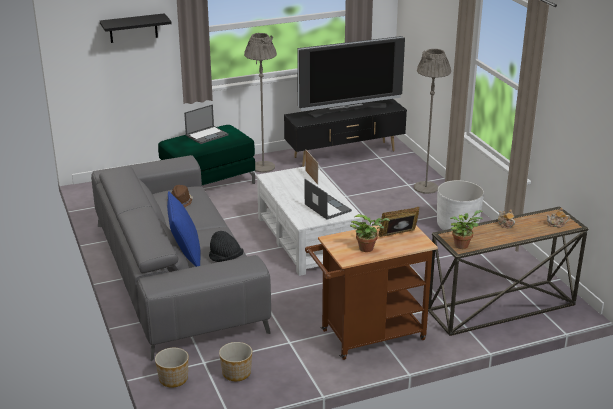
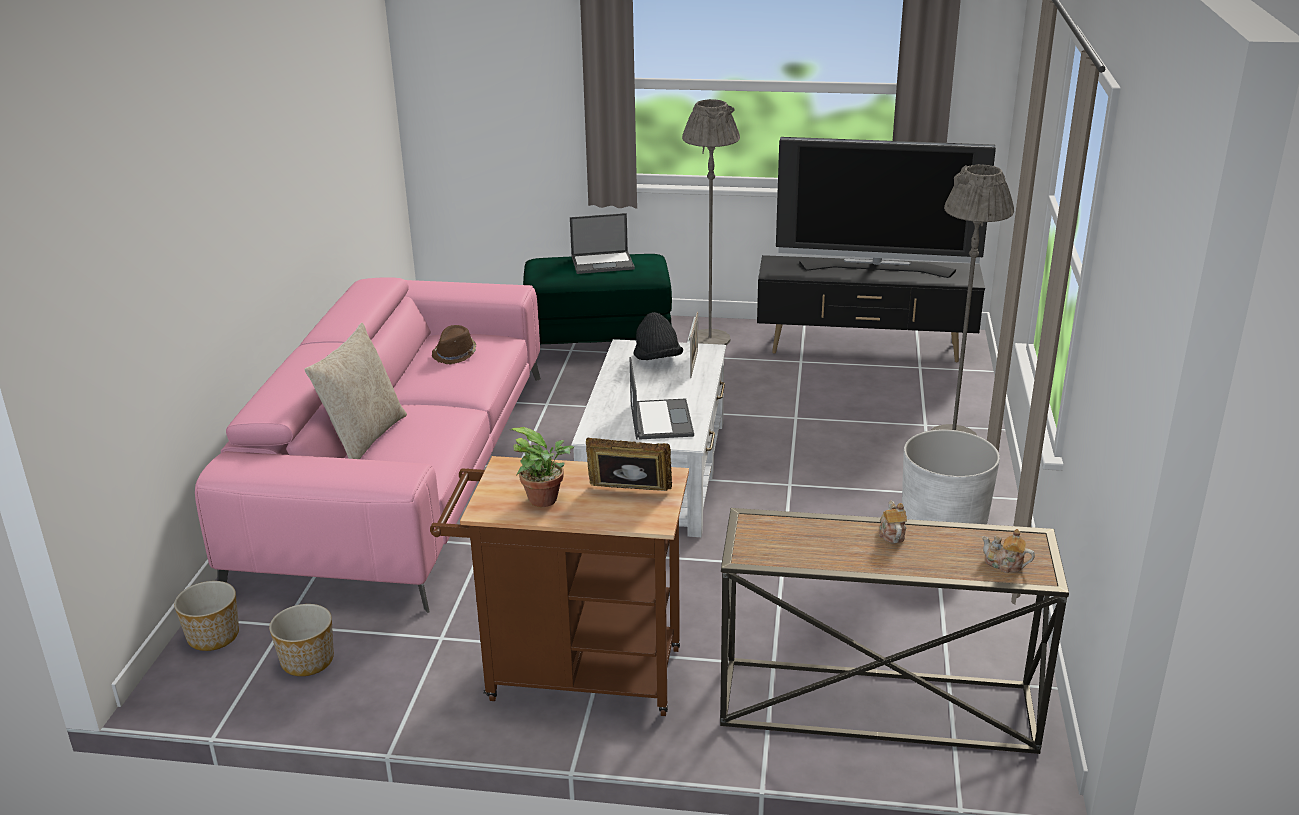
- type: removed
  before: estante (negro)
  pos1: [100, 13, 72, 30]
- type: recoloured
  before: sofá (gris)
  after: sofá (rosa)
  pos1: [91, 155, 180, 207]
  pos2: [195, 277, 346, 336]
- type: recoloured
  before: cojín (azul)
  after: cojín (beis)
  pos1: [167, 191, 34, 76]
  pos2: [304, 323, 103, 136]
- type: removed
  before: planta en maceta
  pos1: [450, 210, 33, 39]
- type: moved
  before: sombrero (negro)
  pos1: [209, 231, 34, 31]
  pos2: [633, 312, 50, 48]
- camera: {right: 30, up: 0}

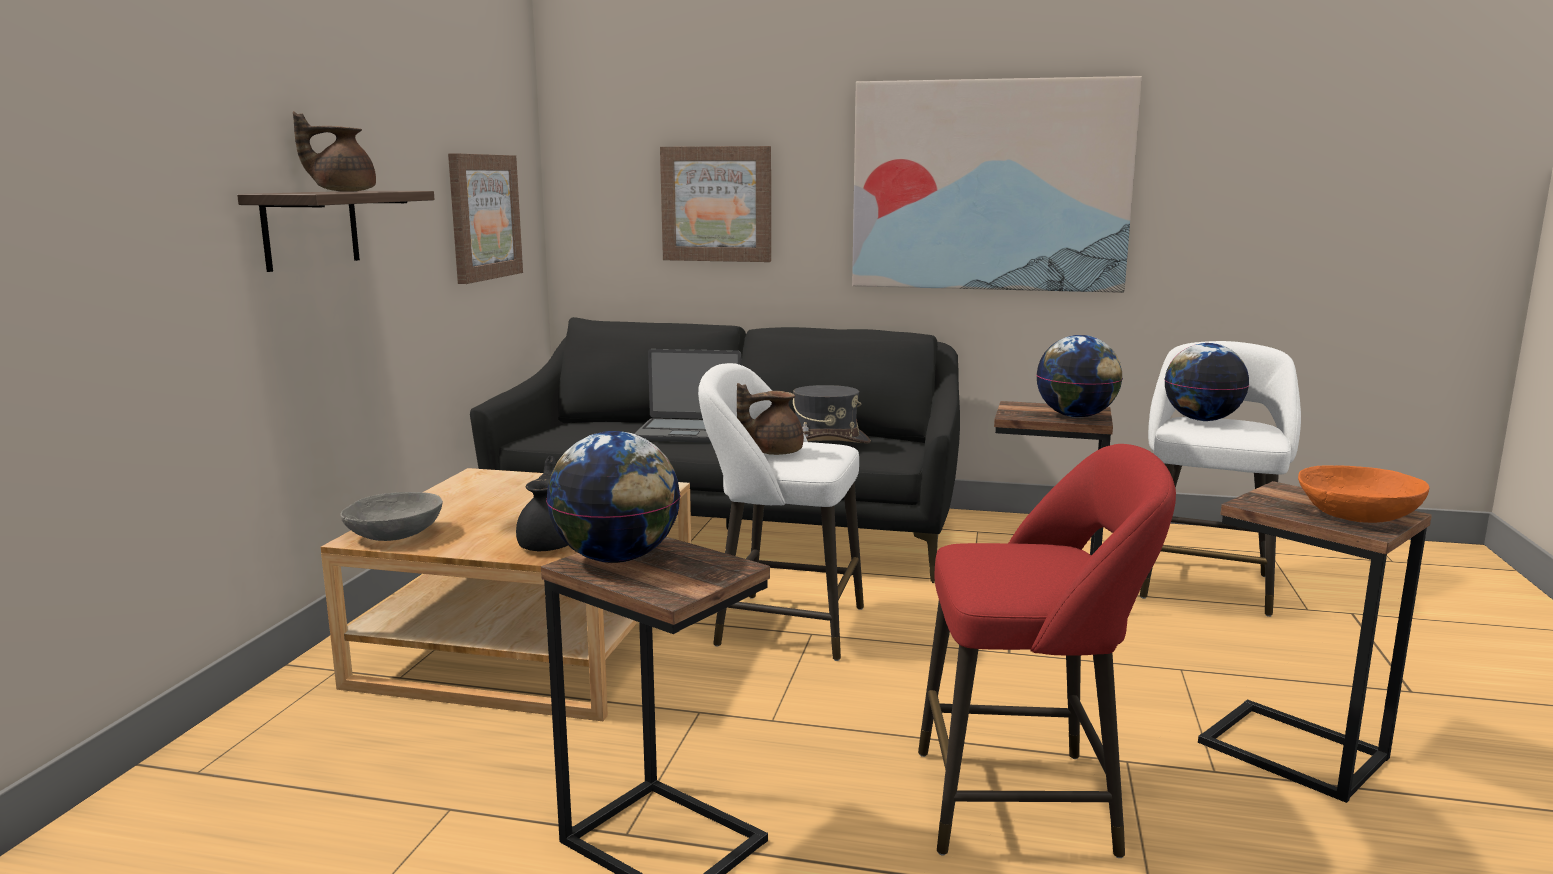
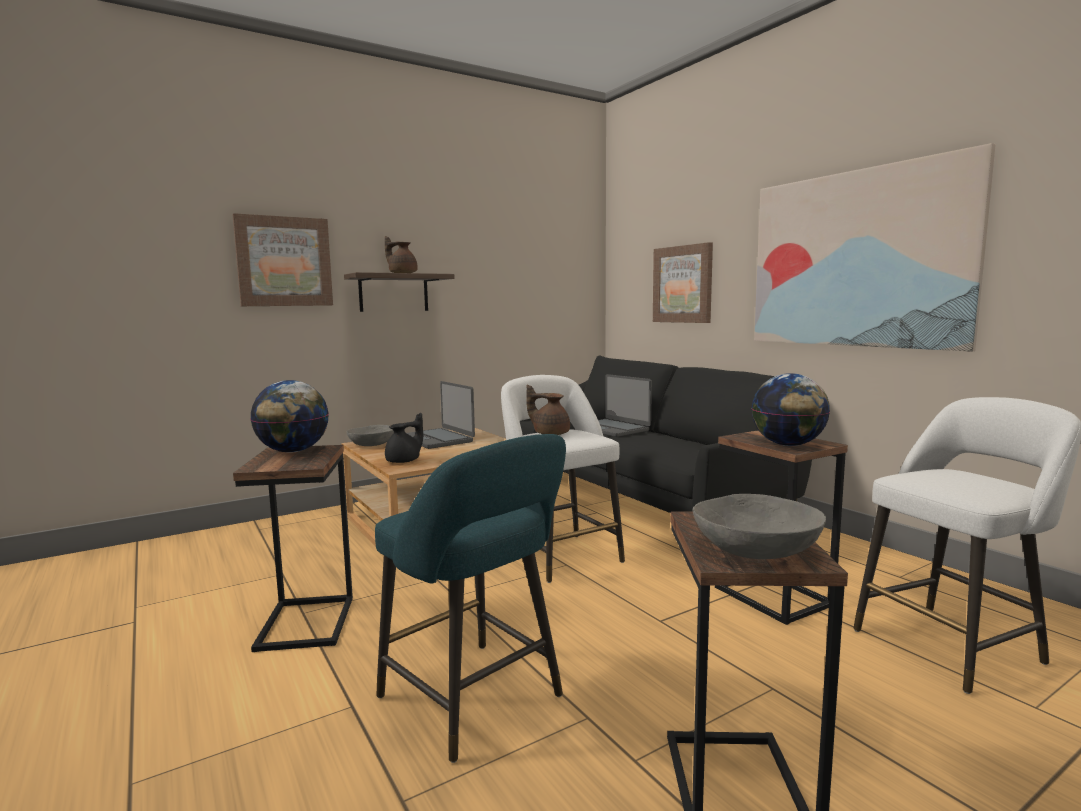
- type: moved
  before: cuadro
  pos1: [448, 153, 75, 131]
  pos2: [232, 213, 101, 93]
- type: removed
  before: globo terráqueo
  pos1: [1164, 343, 85, 78]
- type: removed
  before: sombrero (gris)
  pos1: [793, 385, 78, 59]
- type: recoloured
  before: taburete (rojo)
  after: taburete (turquesa)
  pos1: [918, 444, 258, 414]
  pos2: [375, 434, 191, 329]
- type: recoloured
  before: cuenco (naranja)
  after: cuenco (gris)
  pos1: [1298, 466, 131, 57]
  pos2: [693, 494, 133, 65]
- type: added
  after: portátil
  pos2: [406, 381, 69, 68]
- camera: {right: 45, up: -5}

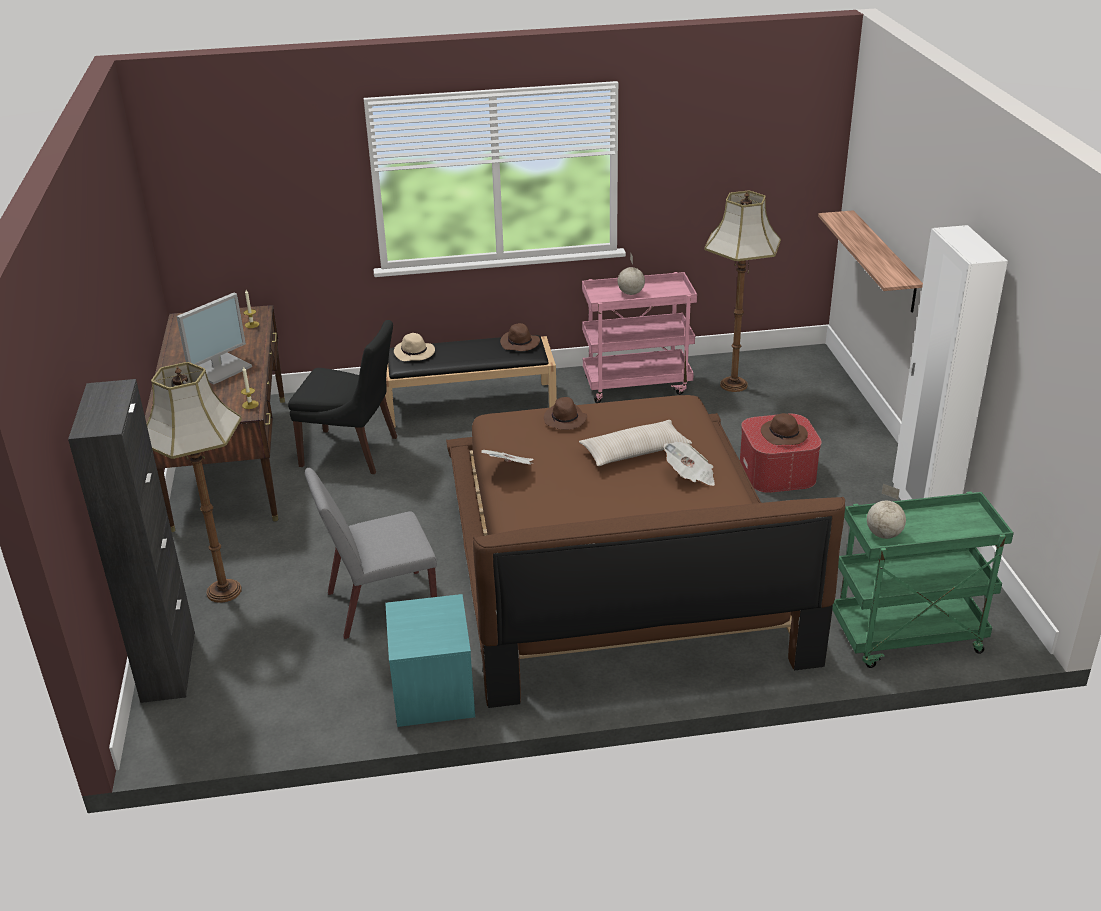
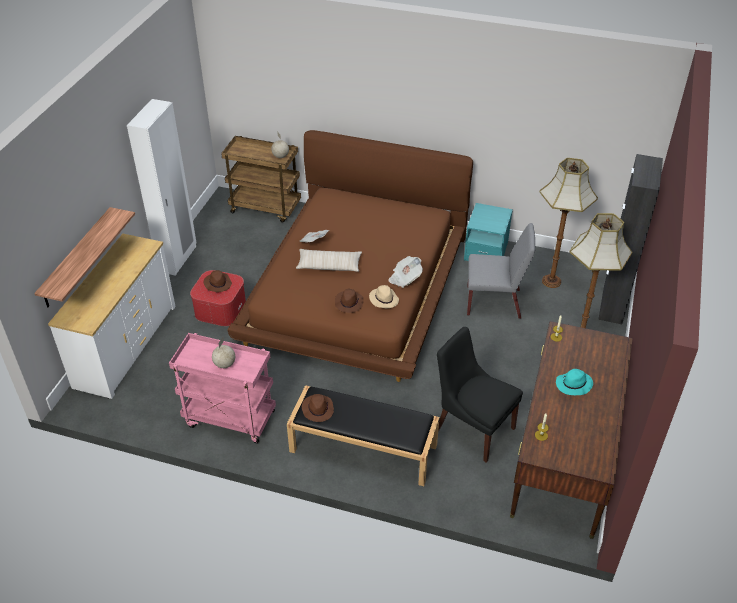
- type: moved
  before: lámpara de pie
  pos1: [704, 191, 77, 201]
  pos2: [540, 158, 58, 130]
- type: replaced
  before: monitor
  after: sombrero (turquesa)
  pos1: [177, 293, 75, 92]
  pos2: [556, 369, 37, 26]
- type: moved
  before: sombrero (beis)
  pos1: [394, 333, 41, 28]
  pos2: [369, 285, 30, 23]
- type: recoloured
  before: carrito (verde)
  after: carrito (marrón)
  pos1: [832, 491, 182, 177]
  pos2: [221, 136, 80, 87]
- type: added
  after: cómoda (blanco)
  pos2: [48, 234, 128, 165]
- camera: {right: -155, up: 10}

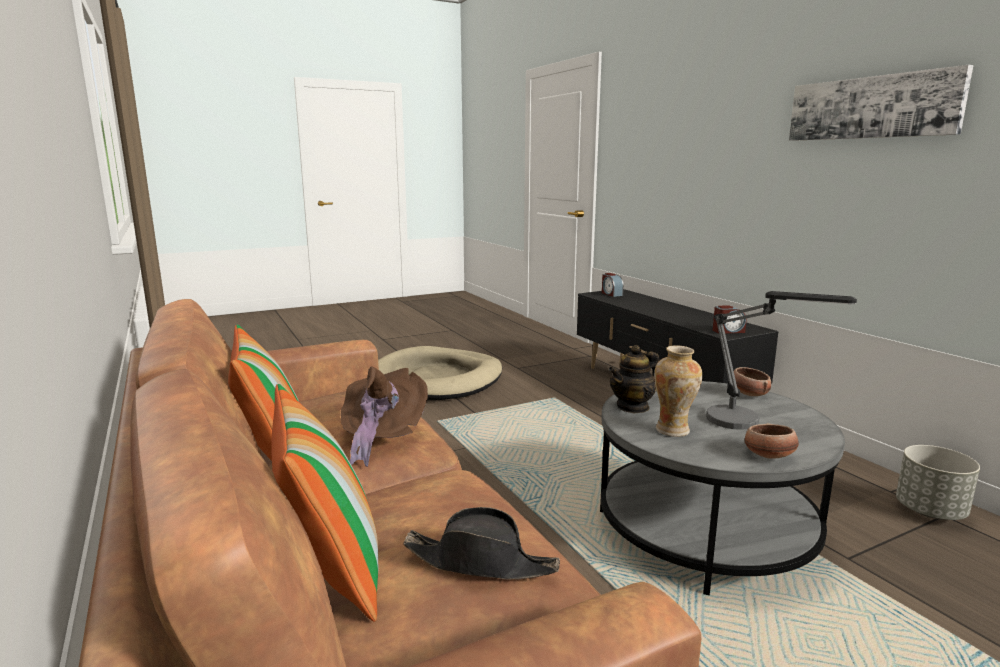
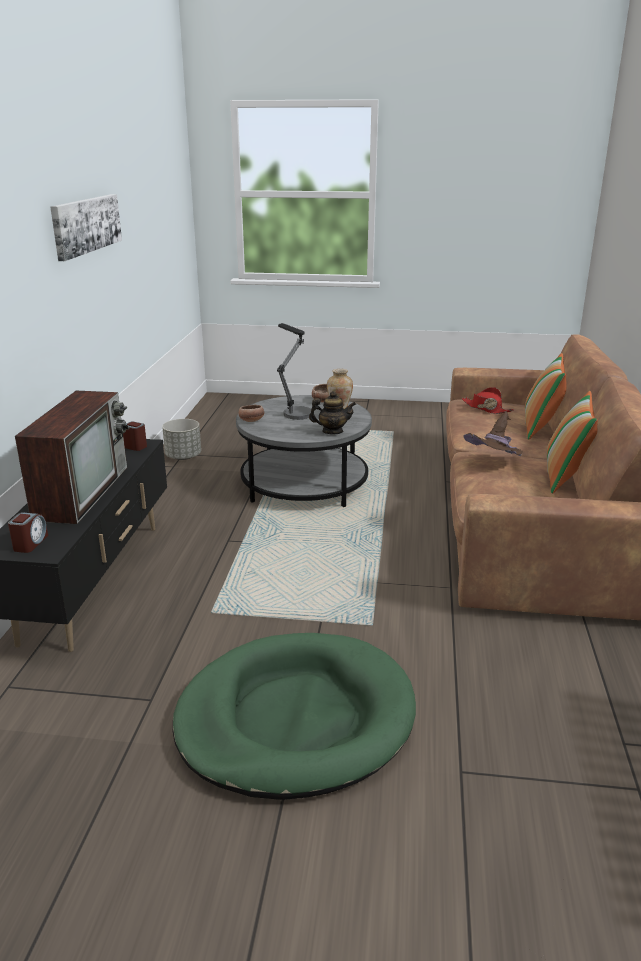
- type: recoloured
  before: cama para perro (beis)
  after: cama para perro (verde)
  pos1: [378, 346, 124, 54]
  pos2: [173, 633, 243, 167]
- type: recoloured
  before: sombrero (negro)
  after: sombrero (rojo)
  pos1: [403, 507, 157, 72]
  pos2: [462, 387, 52, 27]
- type: added
  after: televisor
  pos2: [15, 391, 114, 133]
- camera: {right: -145, up: 10}

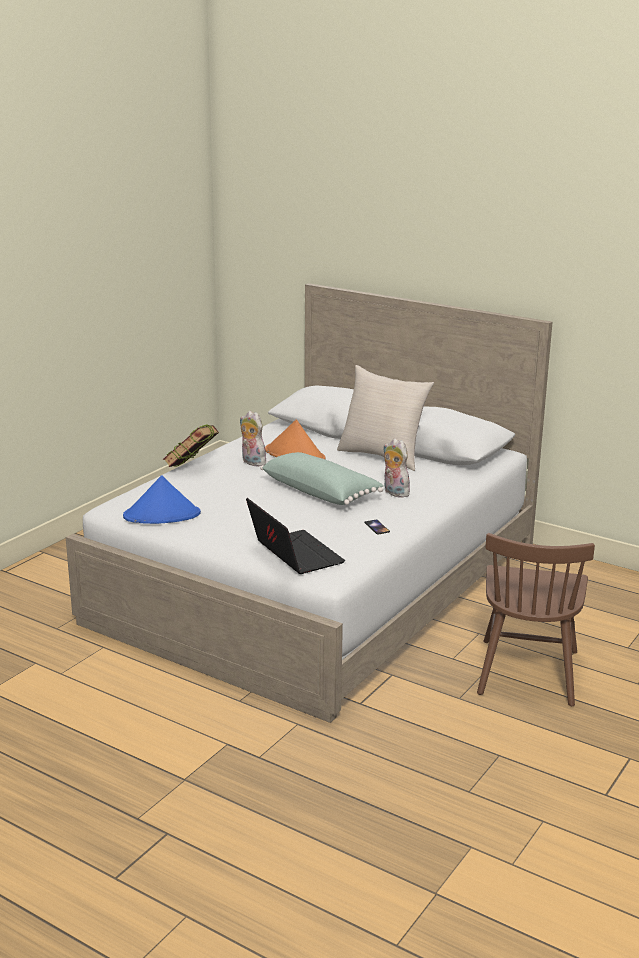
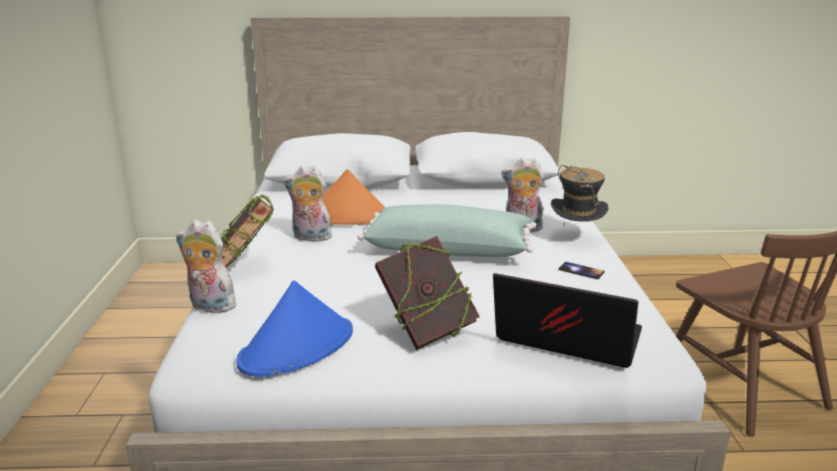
- type: removed
  before: cojín (beis)
  pos1: [337, 365, 97, 106]
- type: added
  after: sombrero
  pos2: [551, 165, 57, 57]
- type: added
  after: peluche
  pos2: [176, 220, 66, 93]
- type: added
  after: libro
  pos2: [375, 236, 105, 114]
- camera: {right: -35, up: 0}

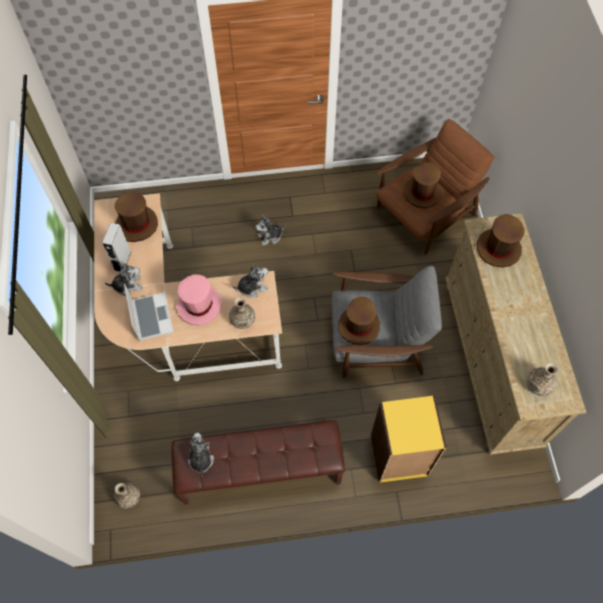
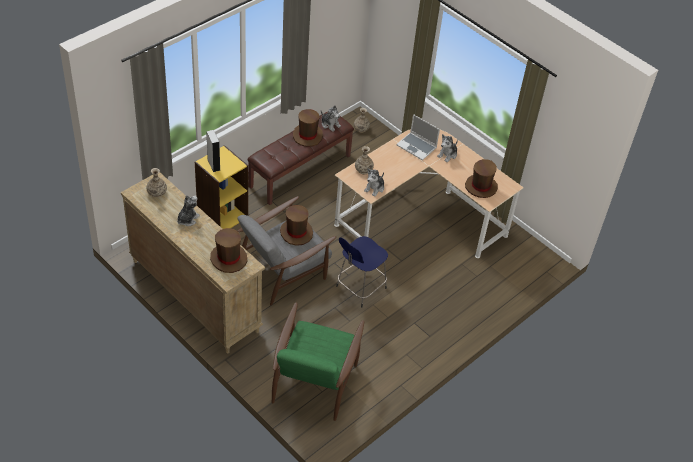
- type: recoloured
  before: sillón (marrón)
  after: sillón (verde)
  pos1: [376, 119, 118, 136]
  pos2: [272, 302, 92, 119]
- type: moved
  before: sombrero (marrón)
  pos1: [403, 162, 39, 46]
  pos2: [293, 109, 30, 38]
- type: moved
  before: peluche
  pos1: [255, 214, 31, 32]
  pos2: [177, 195, 23, 31]
- type: moved
  before: altavoz (gris)
  pos1: [102, 223, 29, 49]
  pos2: [206, 130, 14, 42]
- type: removed
  before: sombrero (rosa)
  pos1: [176, 274, 46, 52]
- type: added
  after: taburete (azul)
  pos2: [336, 236, 52, 72]
- camera: {right: 140, up: -15}

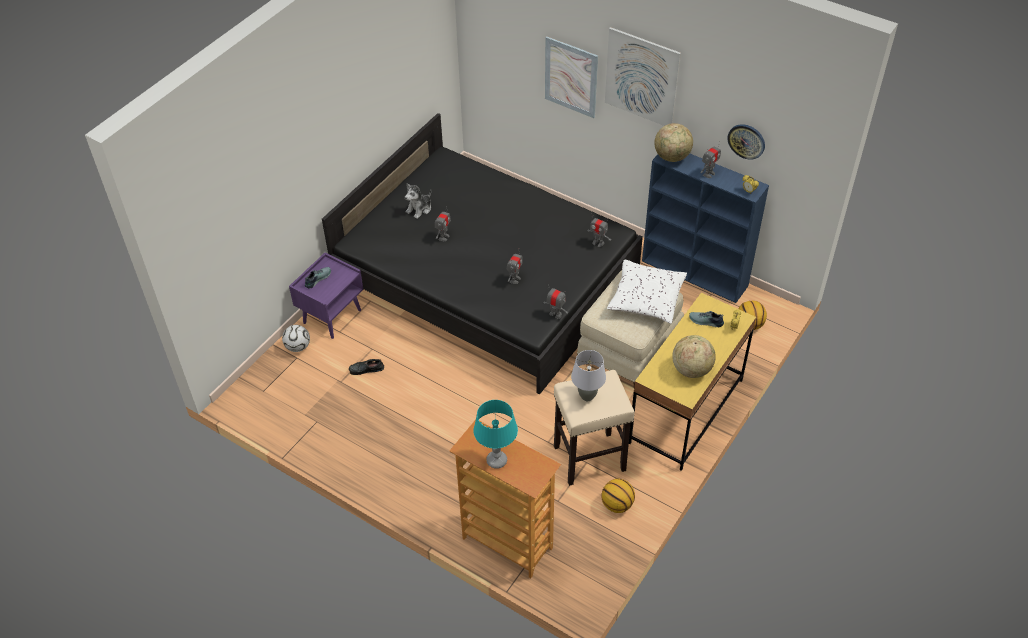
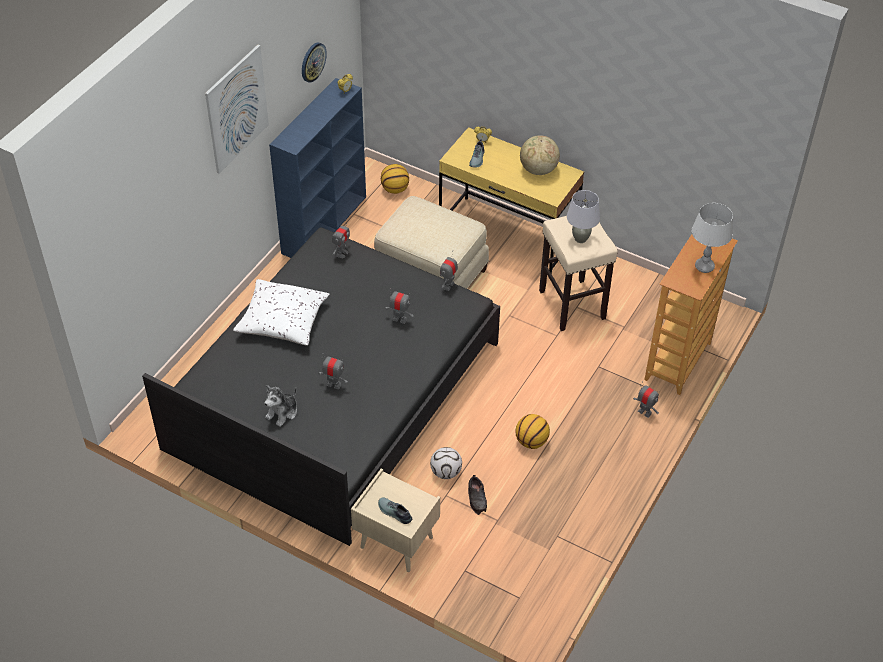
- type: removed
  before: cuadro
  pos1: [545, 36, 53, 82]
- type: removed
  before: globo terráqueo
  pos1: [654, 123, 39, 39]
- type: moved
  before: robot de juguete
  pos1: [700, 141, 21, 37]
  pos2: [633, 382, 26, 36]
- type: turned
  before: peluche
  pos1: [405, 183, 26, 36]
  pos2: [264, 385, 33, 42]
  turn: 90
- type: recoloured
  before: mesita de noche (morado)
  after: mesita de noche (beis)
  pos1: [289, 253, 74, 86]
  pos2: [351, 468, 89, 104]
- type: moved
  before: cojín (blanco)
  pos1: [607, 259, 80, 65]
  pos2: [233, 279, 96, 66]
- type: moved
  before: balón de fútbol
  pos1: [282, 325, 28, 27]
  pos2: [430, 447, 32, 32]
- type: recoloured
  before: lámpara de mesa (turquesa)
  after: lámpara de mesa (gris)
  pos1: [473, 400, 45, 69]
  pos2: [692, 203, 41, 70]
- type: moved
  before: balón de baloncesto
  pos1: [601, 478, 34, 35]
  pos2: [516, 414, 34, 35]
- camera: {right: -95, up: 0}

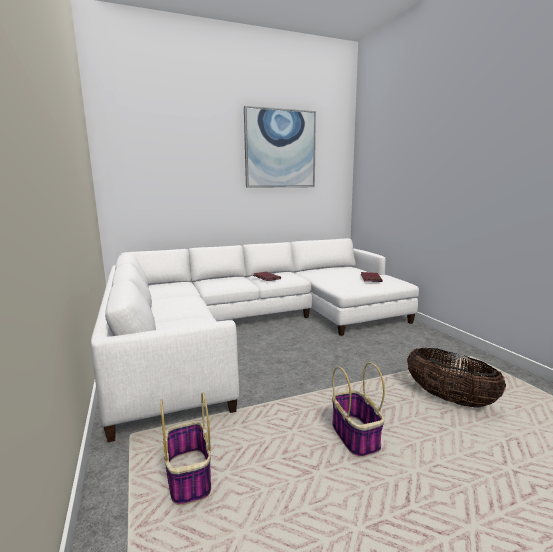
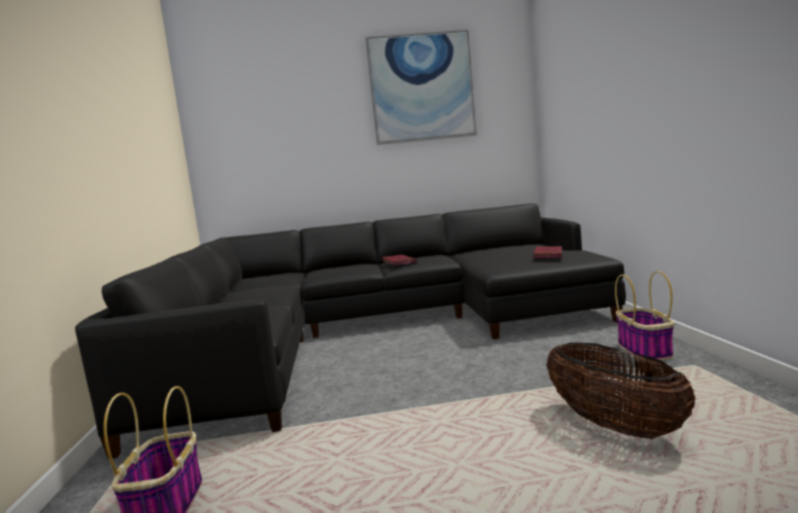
- type: recoloured
  before: sofá (blanco)
  after: sofá (negro)
  pos1: [91, 238, 328, 204]
  pos2: [75, 203, 551, 256]
- type: moved
  before: cesta
  pos1: [332, 362, 53, 96]
  pos2: [615, 271, 59, 91]
- camera: {right: 15, up: -5}

